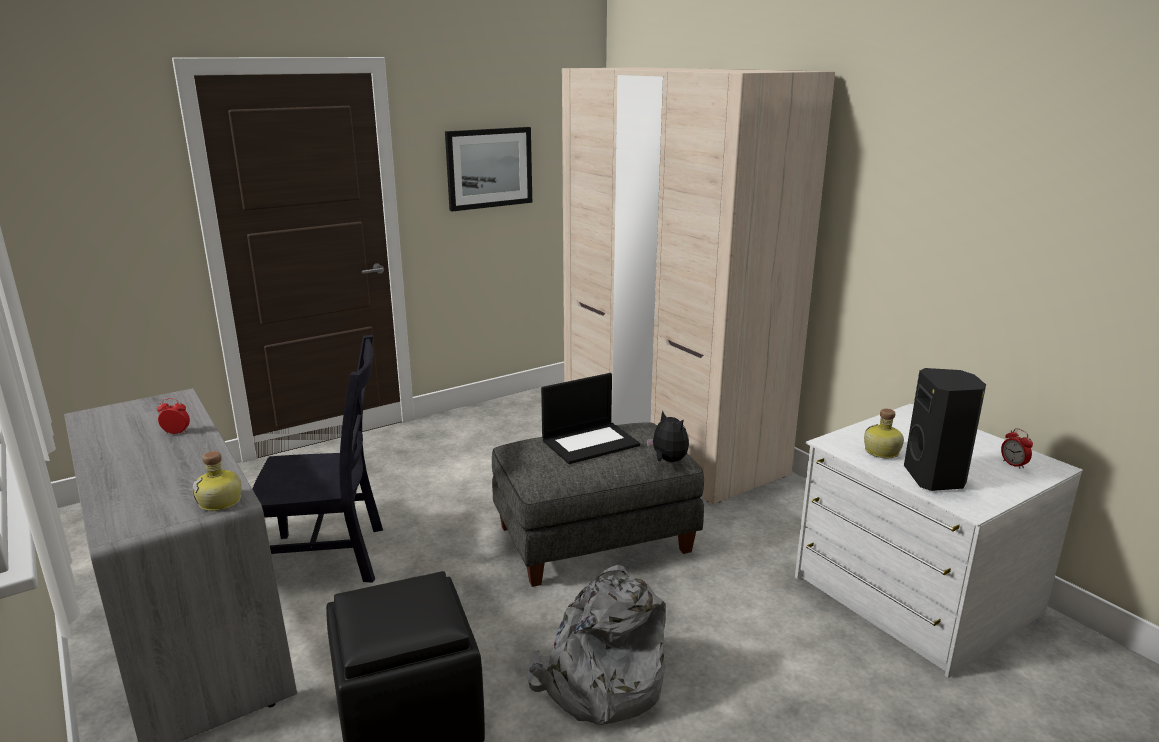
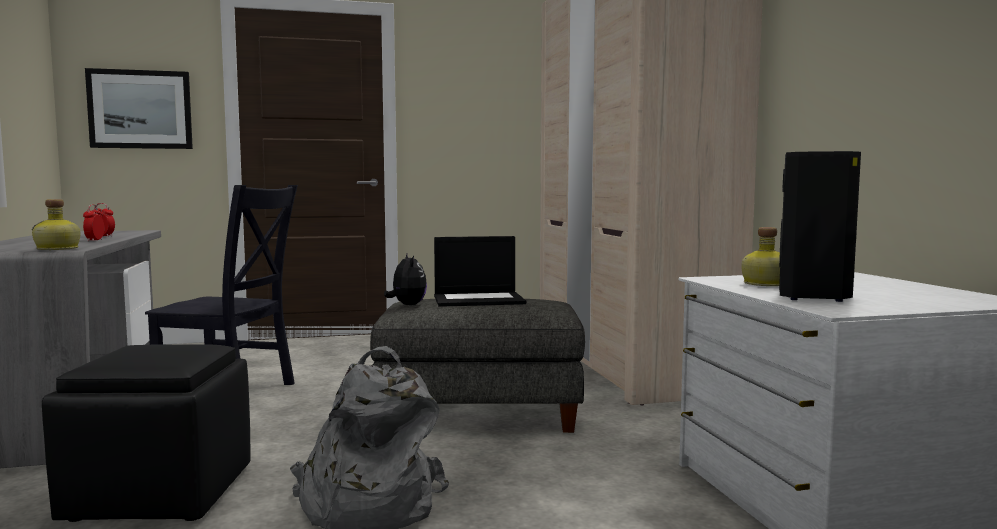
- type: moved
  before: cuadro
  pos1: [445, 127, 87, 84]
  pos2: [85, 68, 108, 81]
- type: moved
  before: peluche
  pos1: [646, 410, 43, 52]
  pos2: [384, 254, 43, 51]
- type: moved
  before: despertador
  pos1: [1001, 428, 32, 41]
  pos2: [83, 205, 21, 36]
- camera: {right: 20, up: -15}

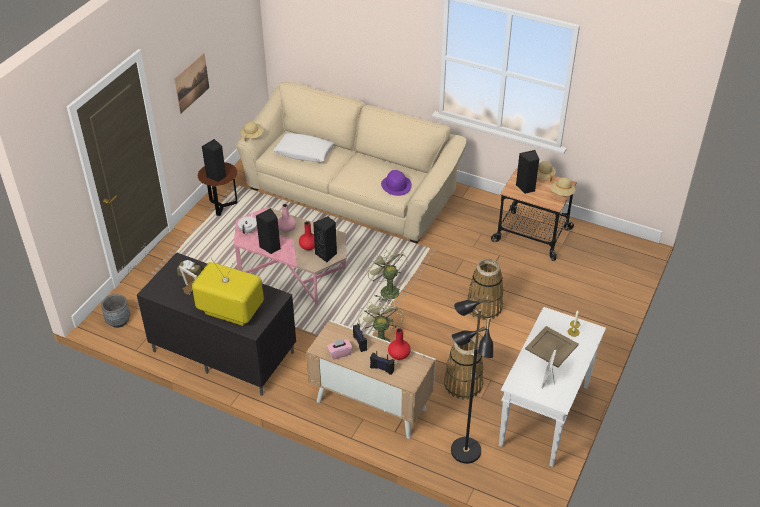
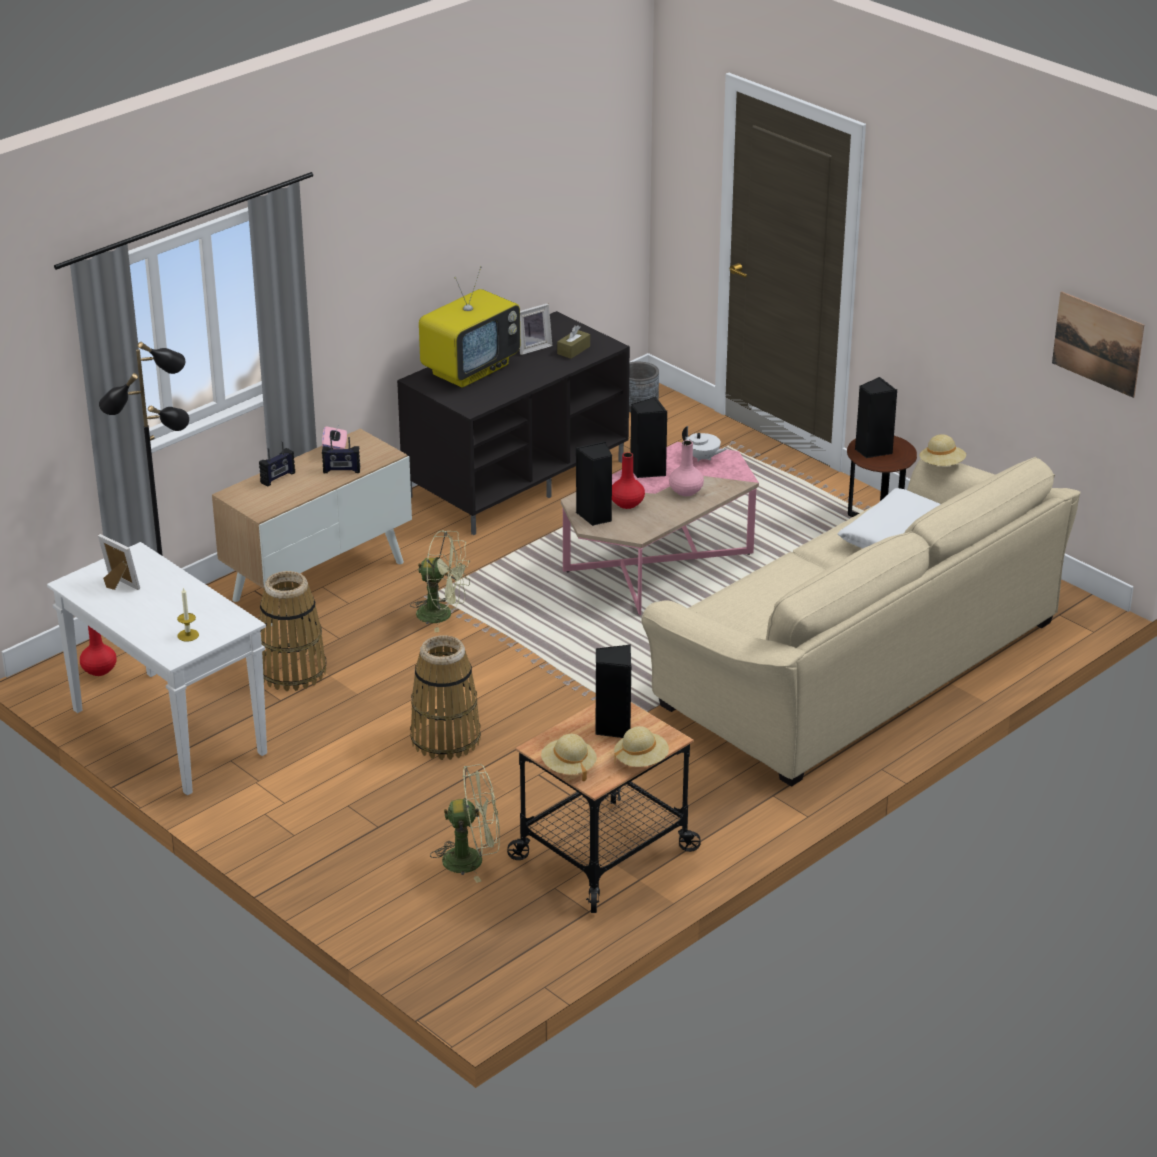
- type: moved
  before: cuadro
  pos1: [174, 53, 35, 61]
  pos2: [1052, 291, 92, 107]
- type: removed
  before: sombrero (morado)
  pos1: [381, 170, 31, 26]
- type: moved
  before: ventilador (verde)
  pos1: [366, 249, 41, 55]
  pos2: [430, 764, 70, 119]
- type: removed
  before: bandeja (beis)
  pos1: [525, 326, 54, 42]
- type: moved
  before: florero (rojo)
  pos1: [388, 328, 23, 32]
  pos2: [80, 626, 37, 50]
- camera: {right: 110, up: -10}

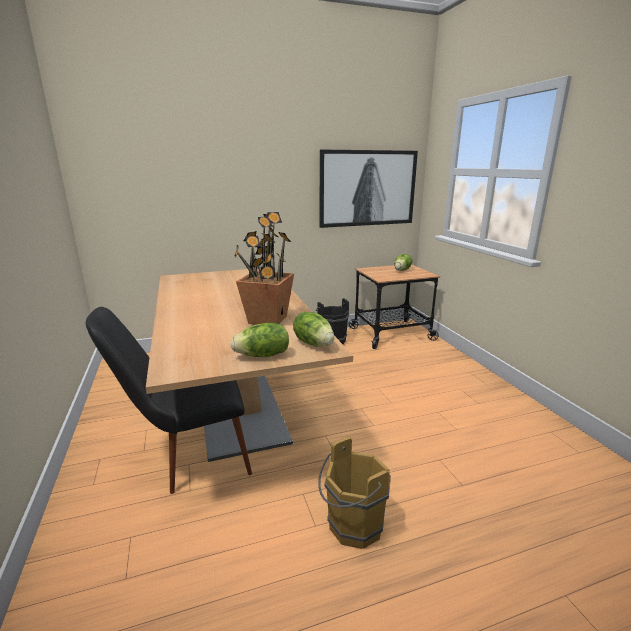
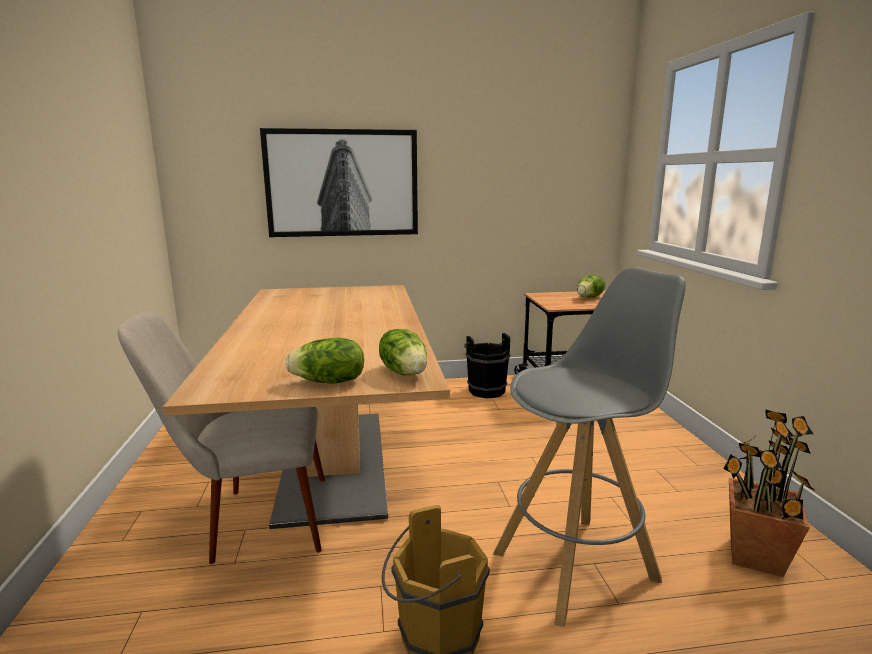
- type: moved
  before: cuadro
  pos1: [319, 150, 99, 78]
  pos2: [260, 128, 158, 109]
- type: moved
  before: planta en maceta
  pos1: [235, 212, 59, 113]
  pos2: [724, 410, 90, 167]
- type: recoloured
  before: silla (negro)
  after: silla (beis)
  pos1: [86, 307, 166, 187]
  pos2: [118, 311, 207, 253]
- type: added
  after: taburete (gris)
  pos2: [493, 267, 193, 360]
- camera: {right: 10, up: -5}

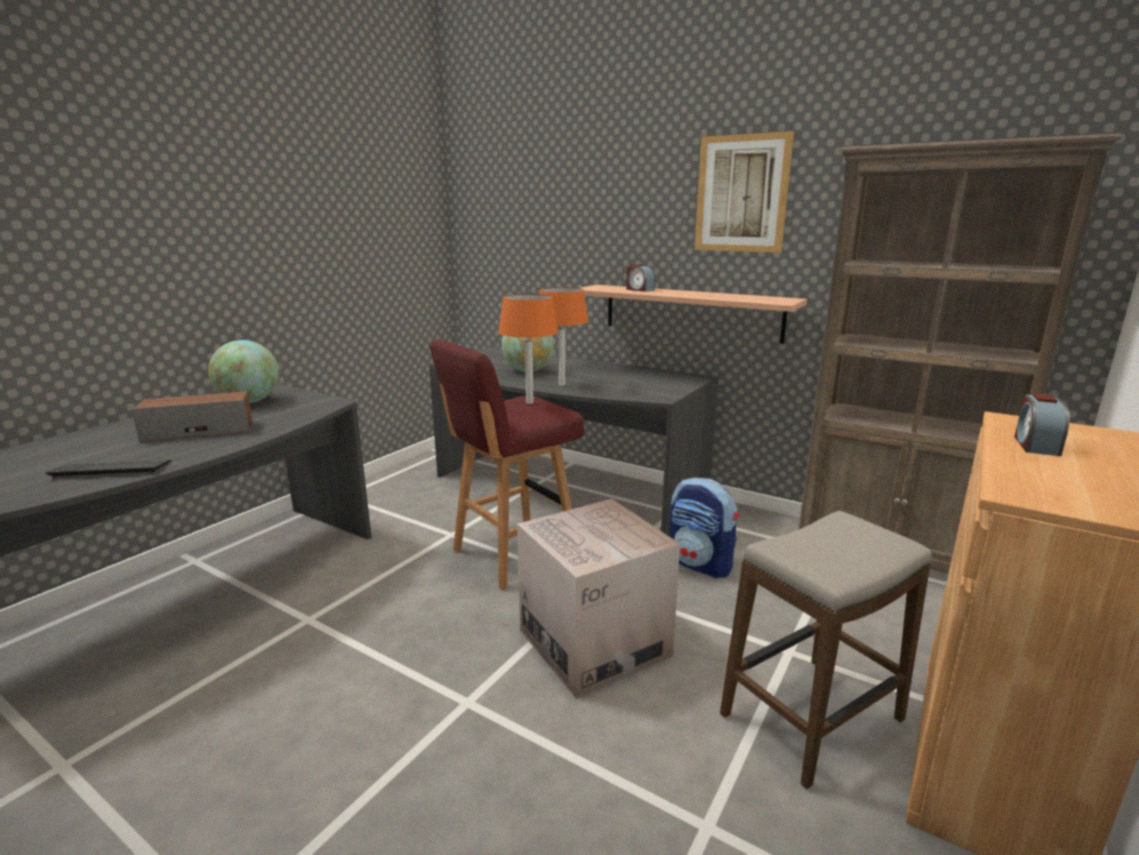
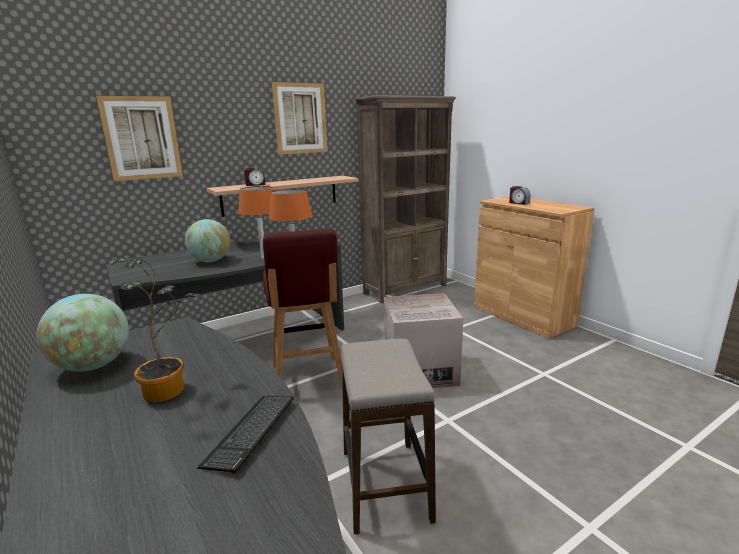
- type: replaced
  before: altavoz
  after: planta en maceta
  pos1: [132, 391, 120, 51]
  pos2: [106, 255, 96, 148]
- type: removed
  before: mochila
  pos1: [669, 477, 70, 101]
- type: moved
  before: taburete
  pos1: [720, 511, 212, 278]
  pos2: [341, 339, 95, 196]
- type: added
  after: cuadro
  pos2: [96, 96, 87, 85]
- camera: {right: -65, up: 0}

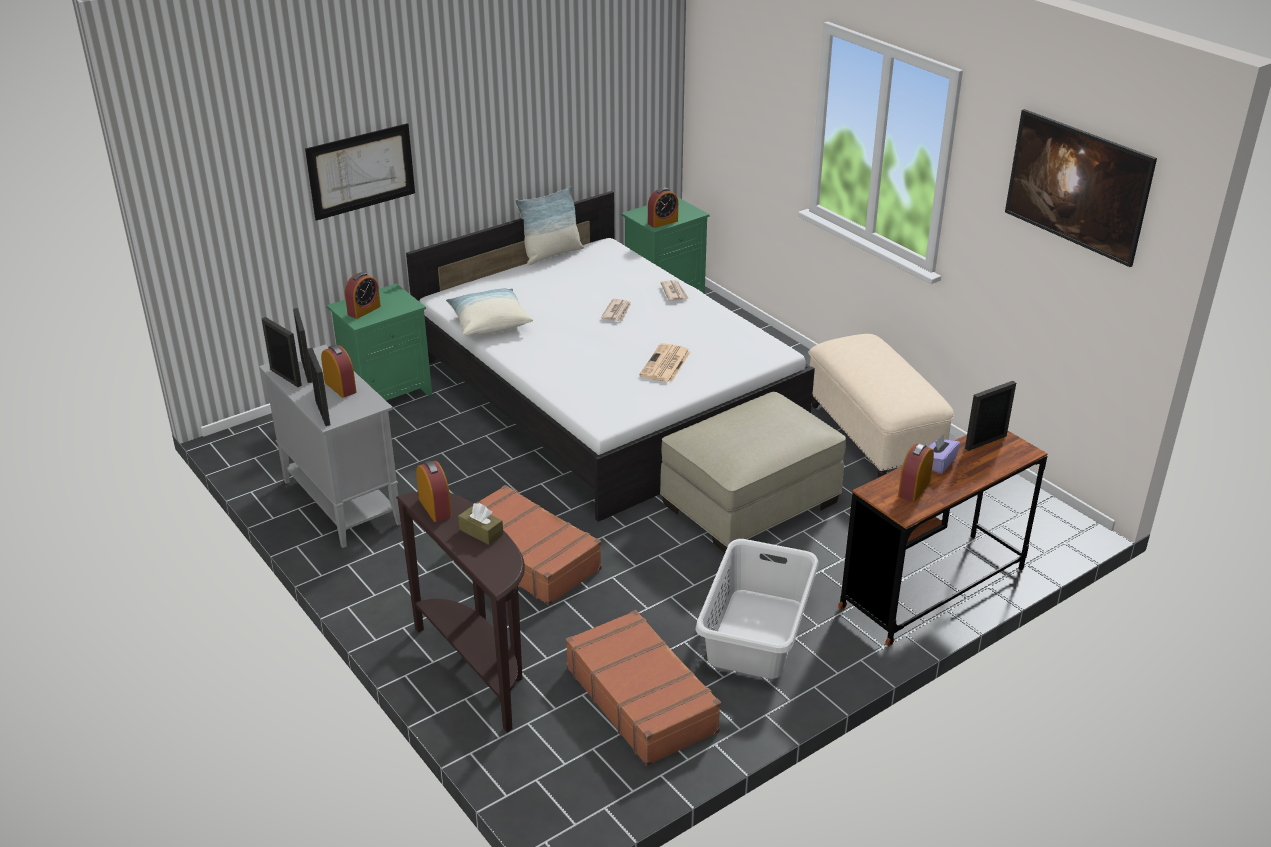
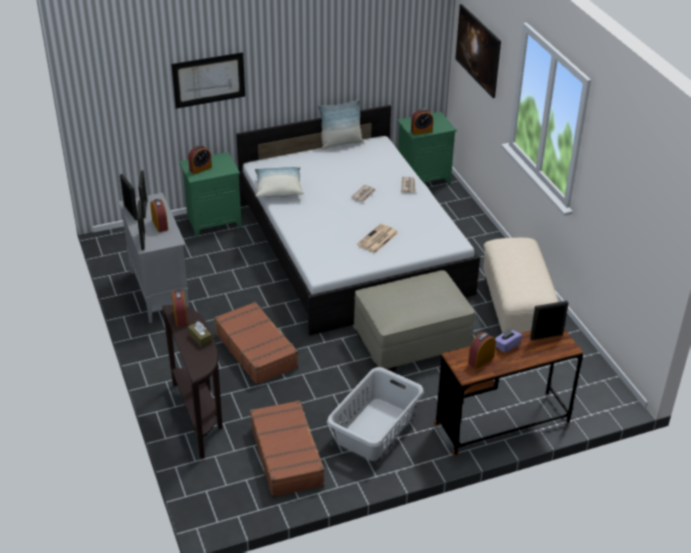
- type: moved
  before: cuadro
  pos1: [1005, 109, 152, 158]
  pos2: [455, 4, 46, 94]
- camera: {right: 15, up: 5}

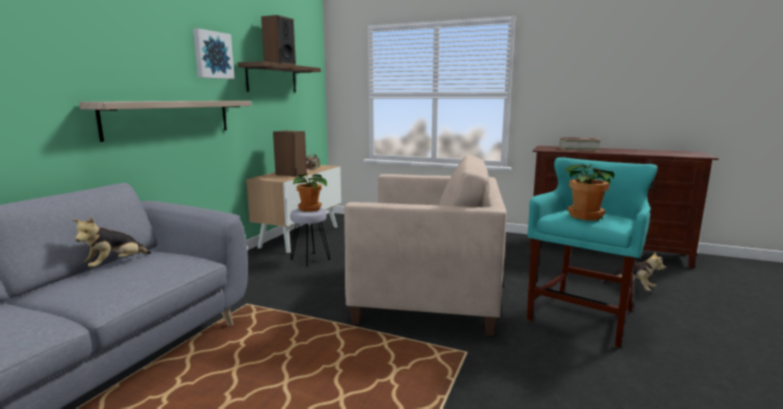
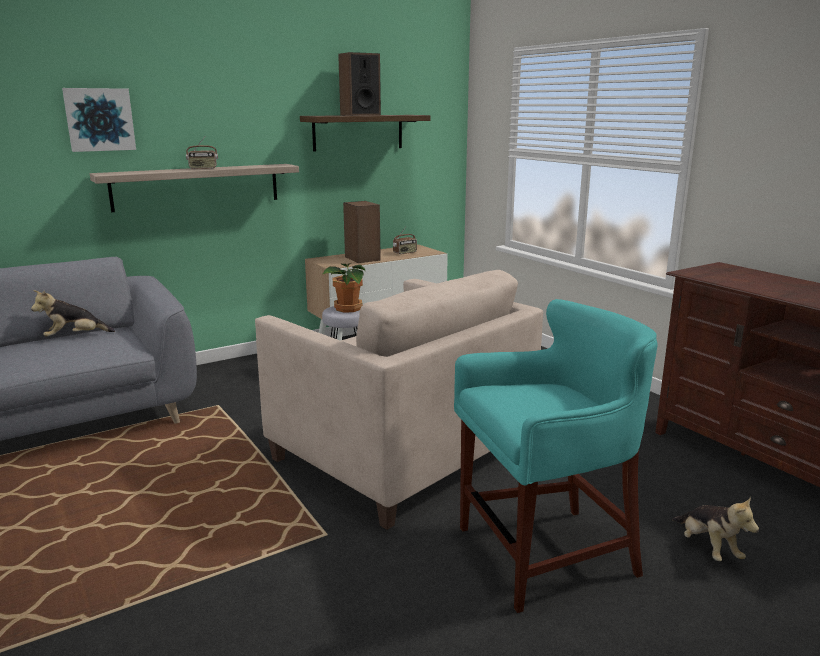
- type: moved
  before: cuadro
  pos1: [193, 28, 42, 51]
  pos2: [62, 88, 74, 64]
- type: removed
  before: libro
  pos1: [559, 137, 42, 14]
- type: removed
  before: planta en maceta
  pos1: [566, 164, 49, 56]
- type: added
  after: radio
  pos2: [186, 137, 32, 32]
- camera: {right: 35, up: 5}

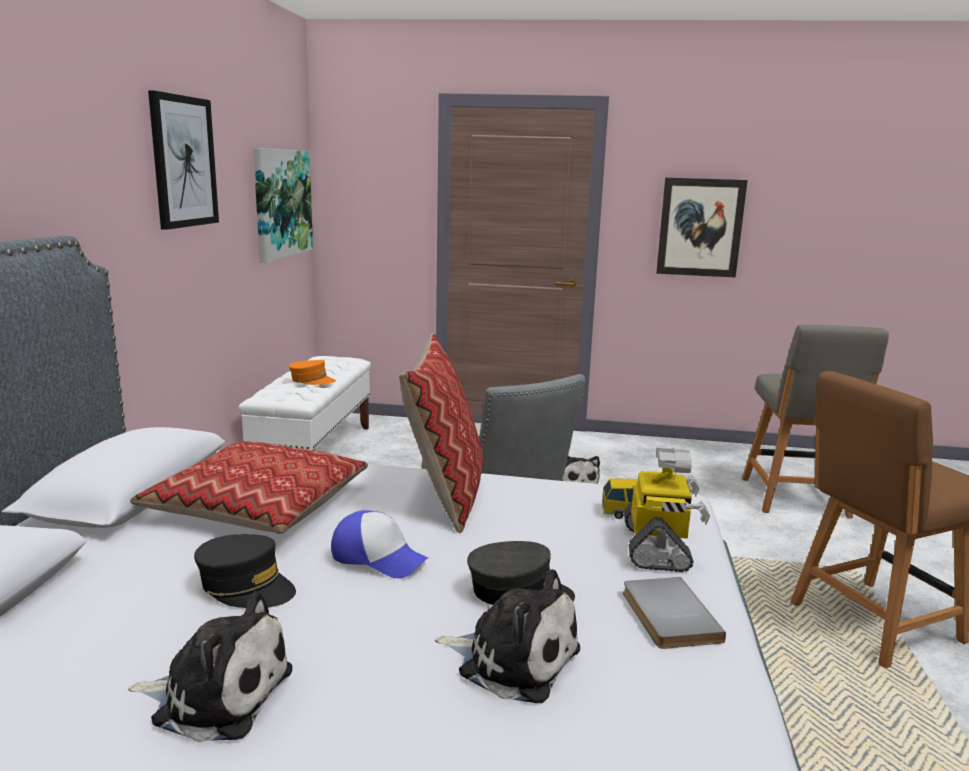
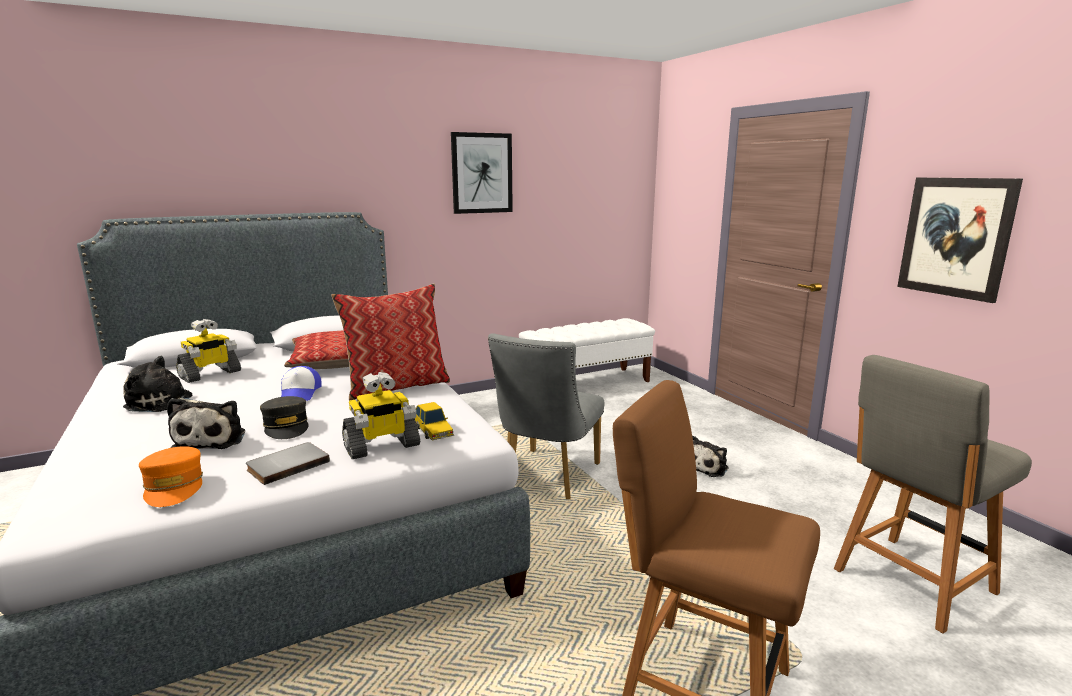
- type: removed
  before: cuadro
  pos1: [253, 148, 60, 115]
- type: moved
  before: gorra (naranja)
  pos1: [289, 360, 47, 25]
  pos2: [139, 446, 64, 61]
- type: removed
  before: gorra (negro)
  pos1: [194, 534, 102, 74]
- type: turned
  before: peluche
  pos1: [128, 591, 164, 151]
  pos2: [123, 356, 80, 56]
  turn: 120
- type: added
  after: robot de juguete
  pos2: [176, 319, 65, 64]
- camera: {right: 55, up: 0}

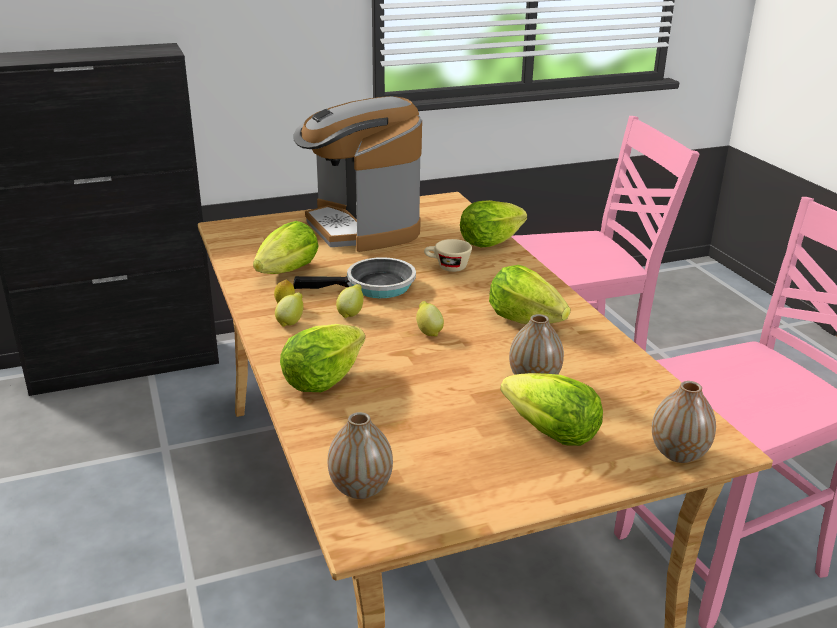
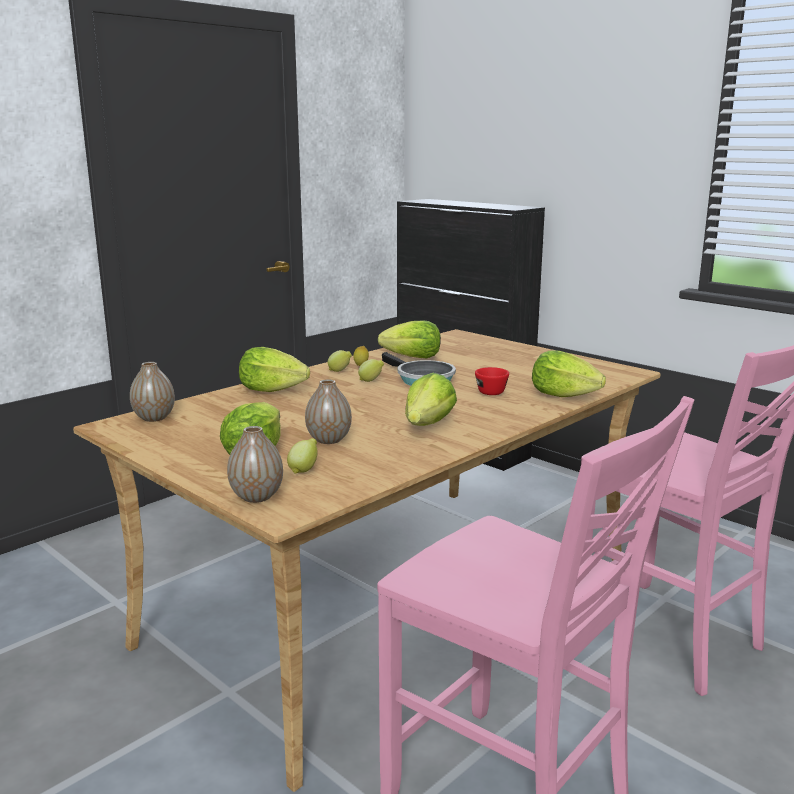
- type: removed
  before: cafetera
  pos1: [294, 96, 128, 156]
- type: recoloured
  before: taza (beis)
  after: taza (rojo)
  pos1: [424, 239, 48, 33]
  pos2: [475, 367, 34, 28]
- type: moved
  before: limón
  pos1: [416, 301, 28, 36]
  pos2: [287, 438, 31, 36]
- camera: {right: 65, up: -10}

